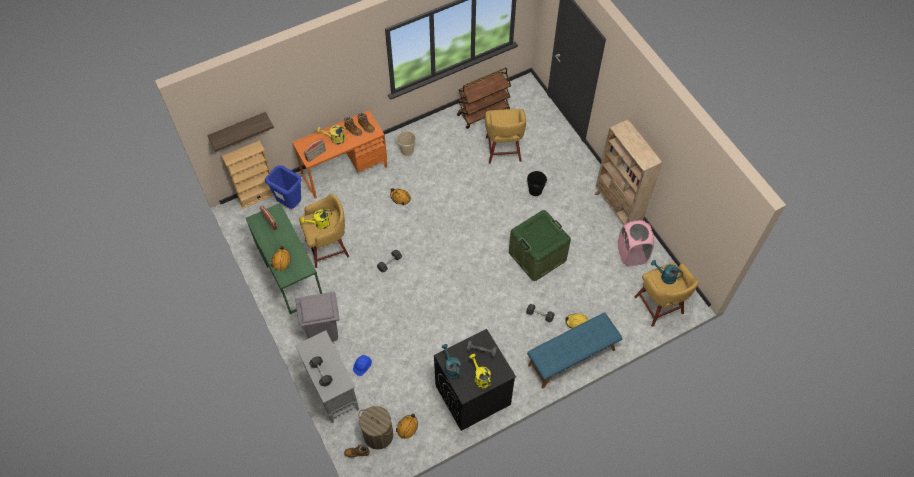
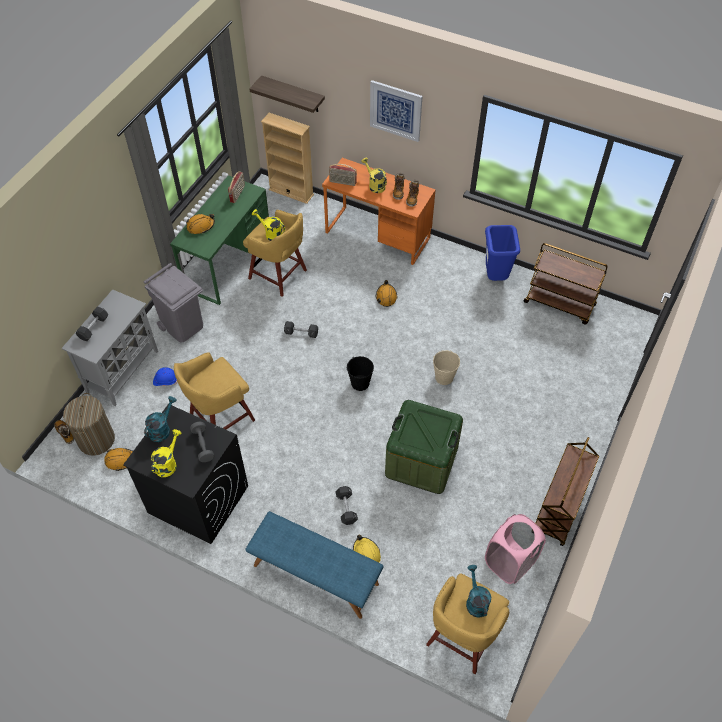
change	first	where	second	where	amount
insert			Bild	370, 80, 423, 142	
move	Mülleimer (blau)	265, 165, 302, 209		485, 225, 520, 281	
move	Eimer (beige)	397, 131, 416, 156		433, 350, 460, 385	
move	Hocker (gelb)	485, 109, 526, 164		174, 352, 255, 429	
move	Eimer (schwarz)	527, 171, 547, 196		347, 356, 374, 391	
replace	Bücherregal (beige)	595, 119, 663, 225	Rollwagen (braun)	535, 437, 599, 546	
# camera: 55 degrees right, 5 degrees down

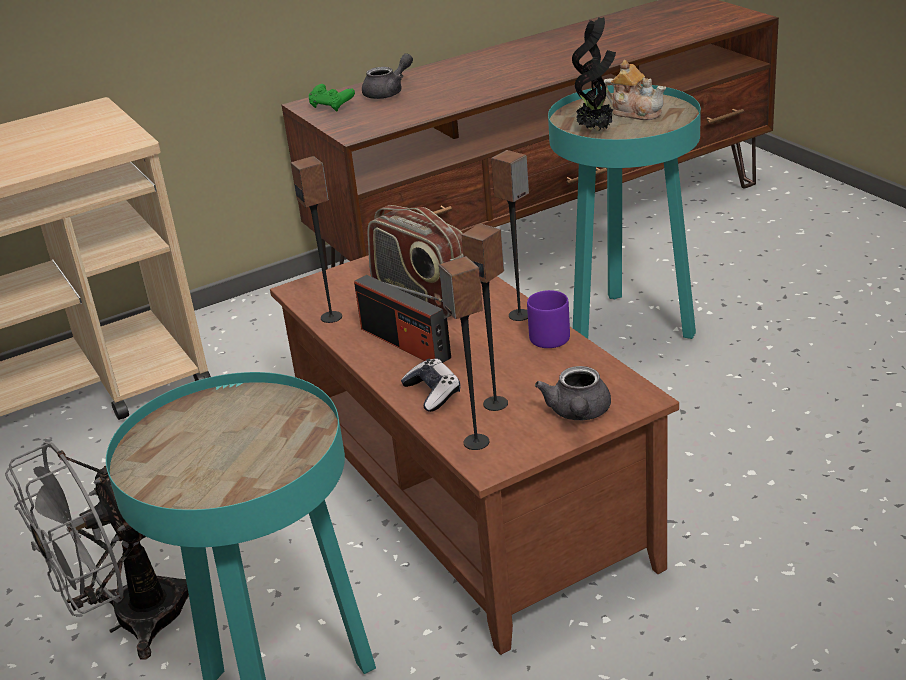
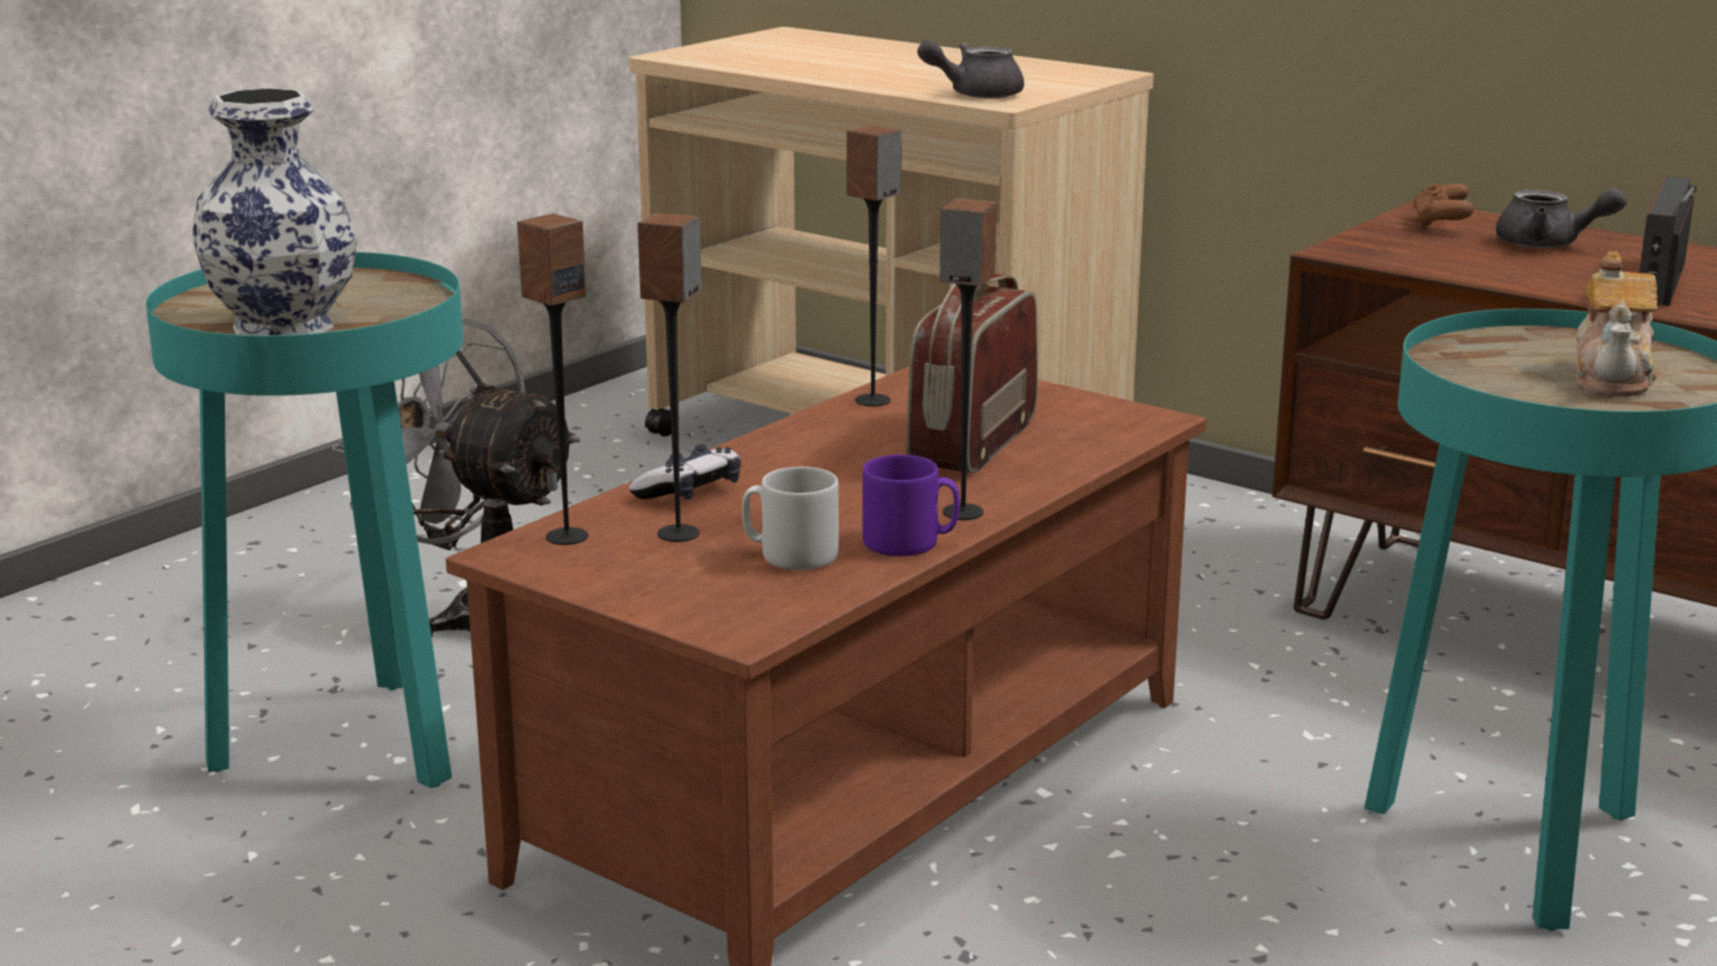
change	first	where	second	where	amount
delete	Topfpflanze	572, 17, 616, 131			
insert			Vase	192, 88, 357, 336	
insert			Henkelbecher (grau)	742, 467, 839, 570	
move	Radio	354, 275, 451, 363		1639, 176, 1696, 306	
move	Teekanne (grau)	535, 366, 611, 420		917, 39, 1024, 99	
recolor	Gamepad (grün)	309, 84, 355, 111	Gamepad (braun)	1413, 183, 1474, 230	
# camera: 65 degrees right, 10 degrees down

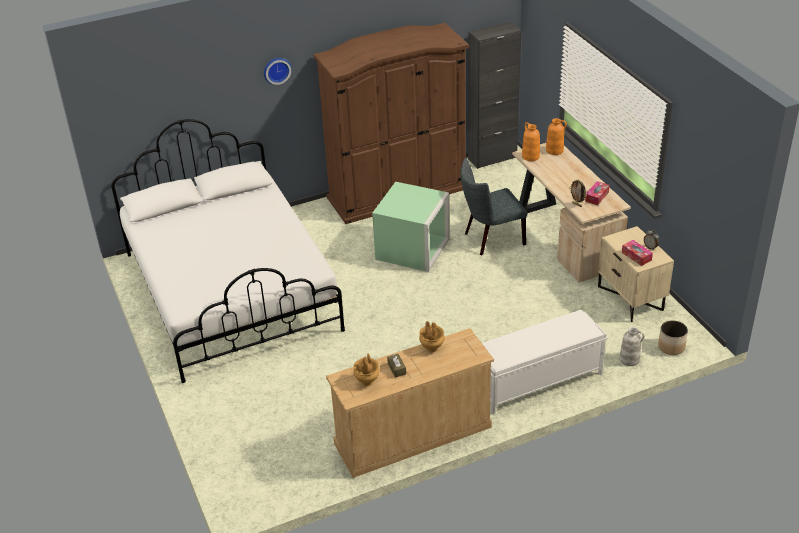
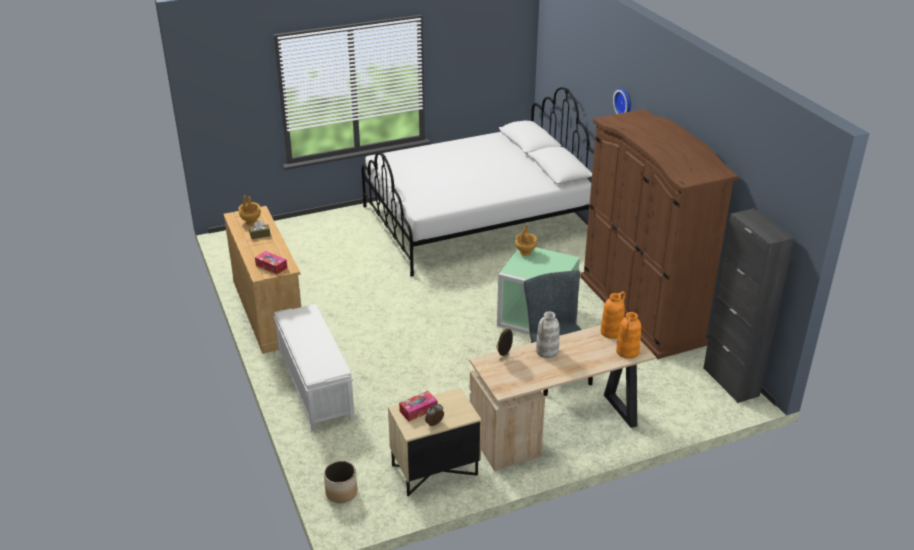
change	first	where	second	where	amount
move	Vase (braun)	419, 321, 445, 352		515, 225, 537, 256	
move	Taschentuchbox	585, 181, 610, 205		255, 251, 287, 274	
move	Vase (weiß)	620, 327, 644, 366		536, 311, 559, 358	
# camera: 90 degrees right, 5 degrees down

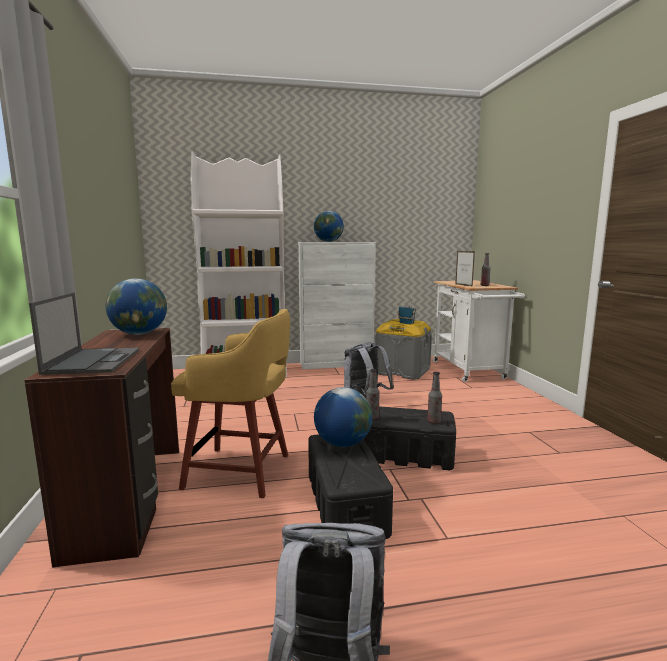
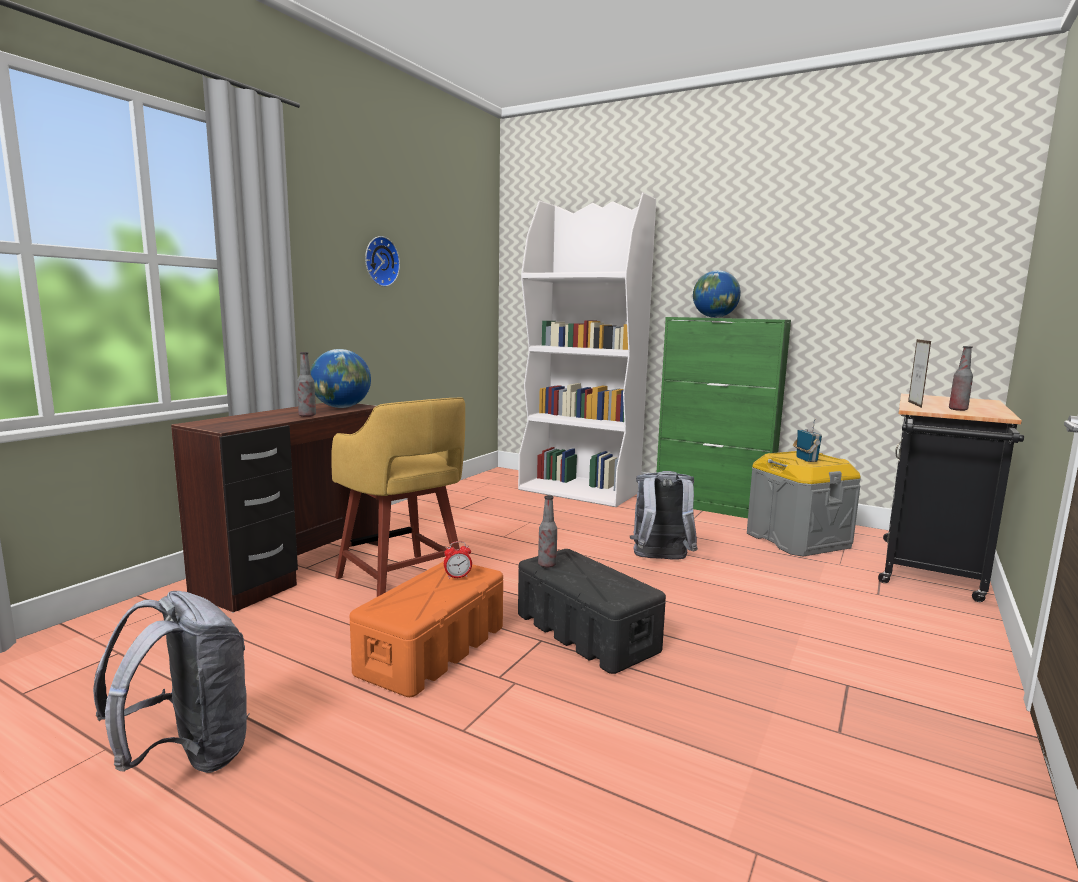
change	first	where	second	where	amount
delete	Laptop	29, 292, 139, 375			
insert			Wanduhr	365, 236, 400, 287	
move	Flasche	427, 372, 442, 424		297, 352, 316, 417	
replace	Globus	314, 387, 373, 447	Wecker	444, 541, 472, 579	
recolor	Schrank (weiß)	298, 242, 376, 369	Schrank (grün)	656, 317, 791, 518	
recolor	Aufbewahrungsbox (schwarz)	308, 434, 393, 539	Aufbewahrungsbox (orange)	350, 561, 503, 697	
recolor	Rollwagen (weiß)	433, 280, 525, 382	Rollwagen (schwarz)	878, 394, 1024, 602	
# camera: 40 degrees right, 0 degrees up

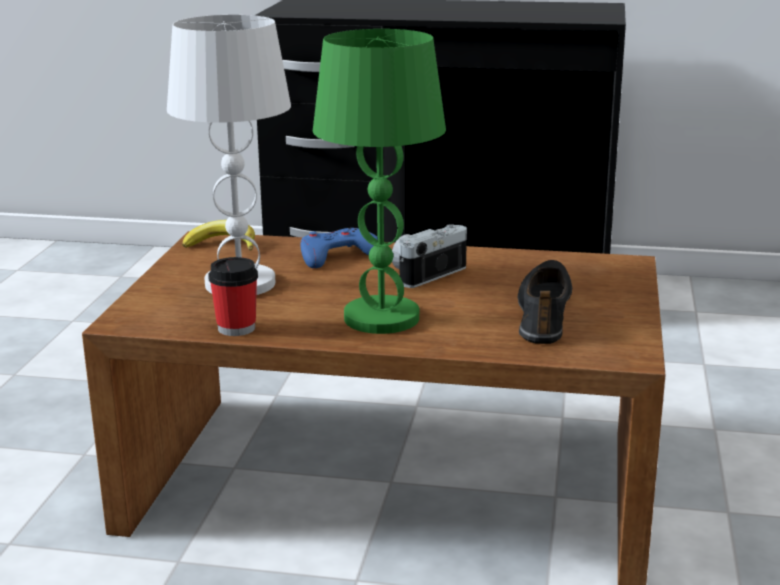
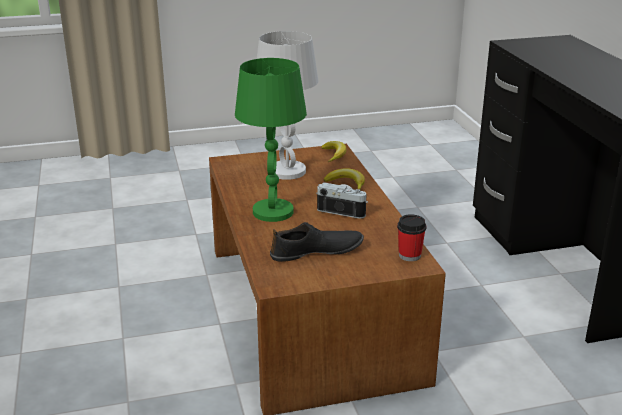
change	first	where	second	where	amount
move	Tasse	208, 257, 258, 336		397, 214, 426, 261	
replace	Gamepad (blau)	300, 228, 378, 268	Banane	324, 168, 365, 190	
# camera: 65 degrees right, 5 degrees up

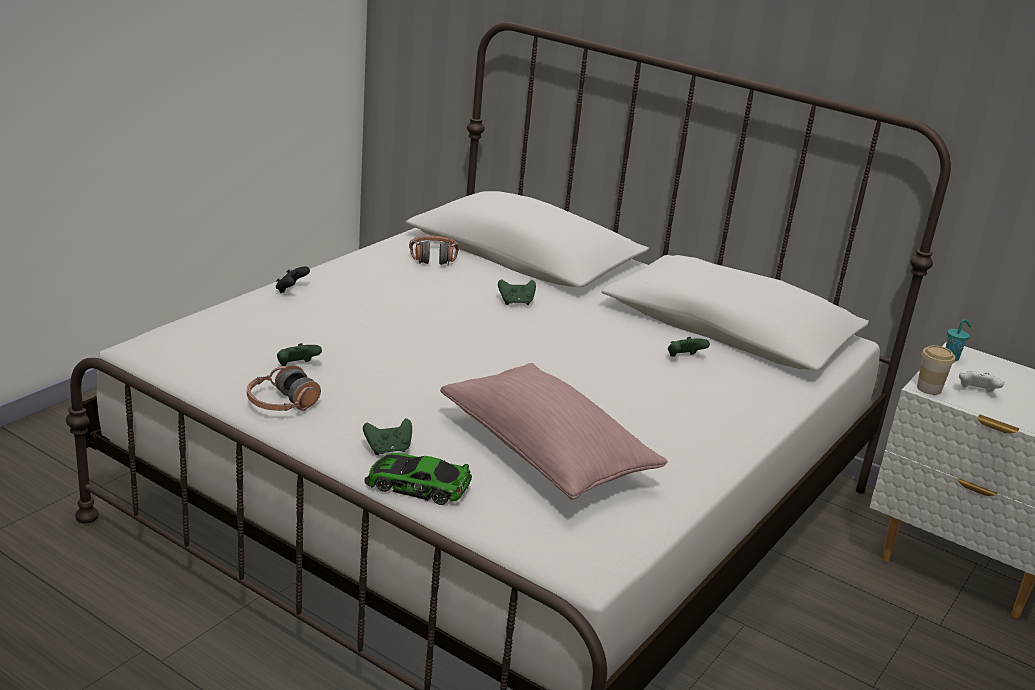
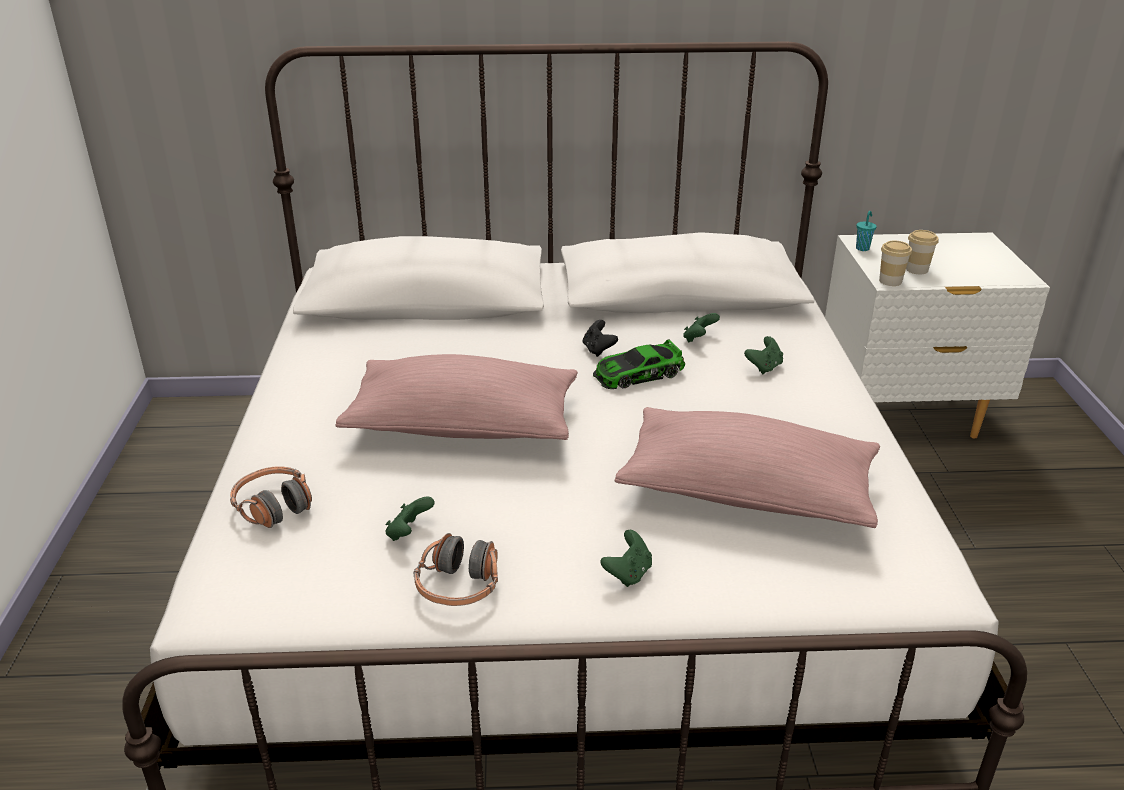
change	first	where	second	where	amount
insert			Kissen (rosa)	336, 354, 578, 440	
move	Gamepad (schwarz)	276, 266, 310, 293		583, 320, 618, 357	
move	Spielzeugauto	365, 453, 472, 505		593, 339, 685, 389	
move	Kopfhörer	409, 236, 459, 265		230, 466, 312, 528	
move	Gamepad (grün)	498, 279, 536, 305		744, 336, 783, 374	
replace	Gamepad (weiß)	959, 371, 1004, 392	Tasse	906, 230, 939, 274	
# camera: 35 degrees left, 5 degrees up

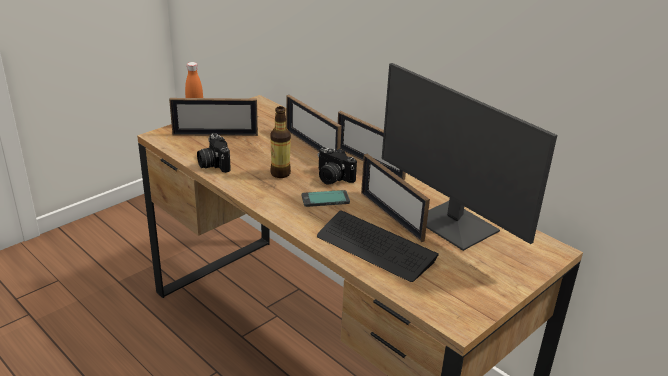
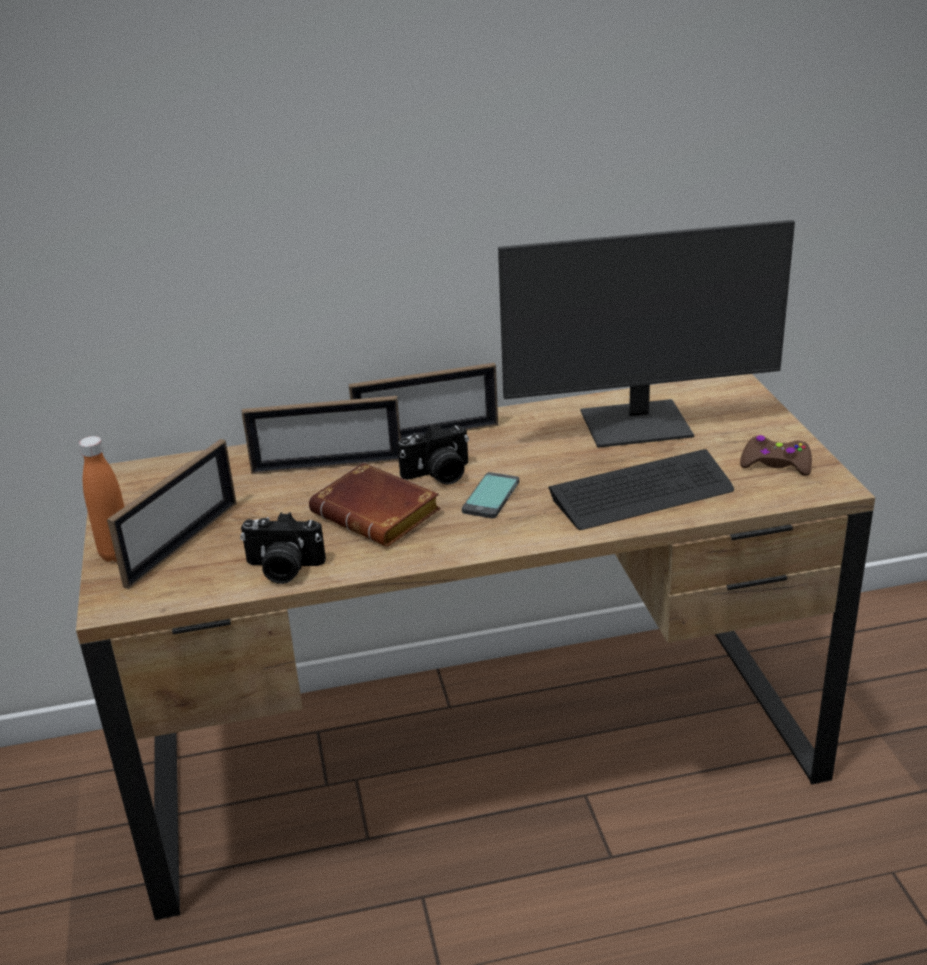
change	first	where	second	where	amount
delete	Bilderrahmen	361, 154, 430, 242			
insert			Gamepad (braun)	740, 435, 812, 476	
replace	Flasche	270, 106, 291, 178	Buch (braun)	309, 462, 441, 547	
# camera: 55 degrees left, 0 degrees up

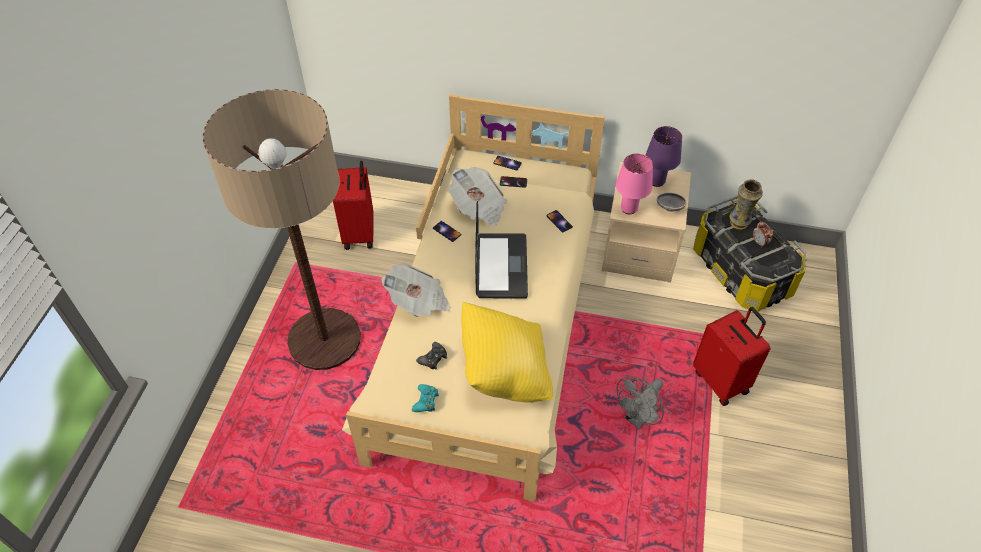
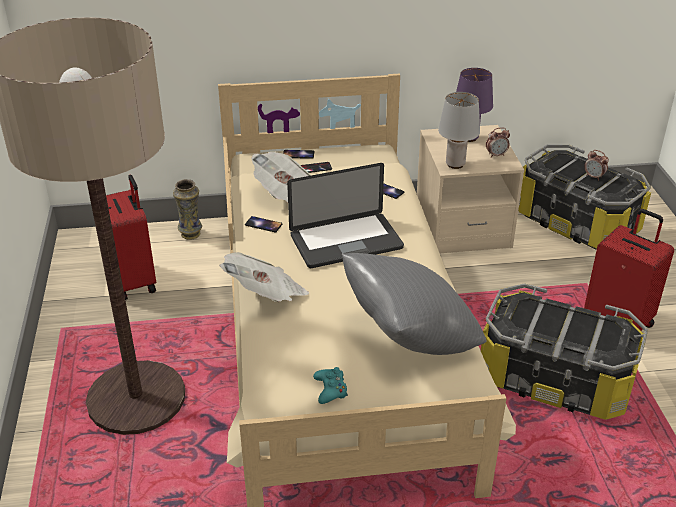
change	first	where	second	where	amount
delete	Gamepad (schwarz)	416, 342, 447, 370			
move	Vase	730, 179, 763, 230		173, 179, 202, 240	
replace	Ventilator (grau)	617, 376, 664, 429	Aufbewahrungsbox	481, 284, 648, 420	
replace	Schüssel (grau)	657, 193, 687, 212	Wecker	486, 127, 510, 158	
recolor	Kissen (gelb)	461, 301, 553, 403	Kissen (grau)	342, 253, 487, 355	
recolor	Tischlampe (rosa)	616, 154, 653, 214	Tischlampe (grau)	438, 92, 480, 169	
rotate	Laptop	475, 201, 528, 299		287, 163, 404, 268	90 degrees clockwise
# camera: 20 degrees left, 15 degrees down

